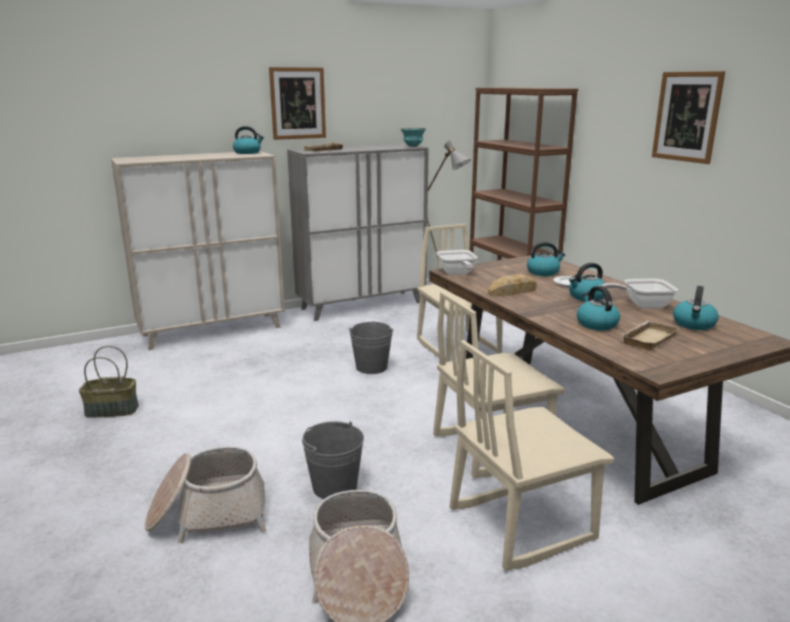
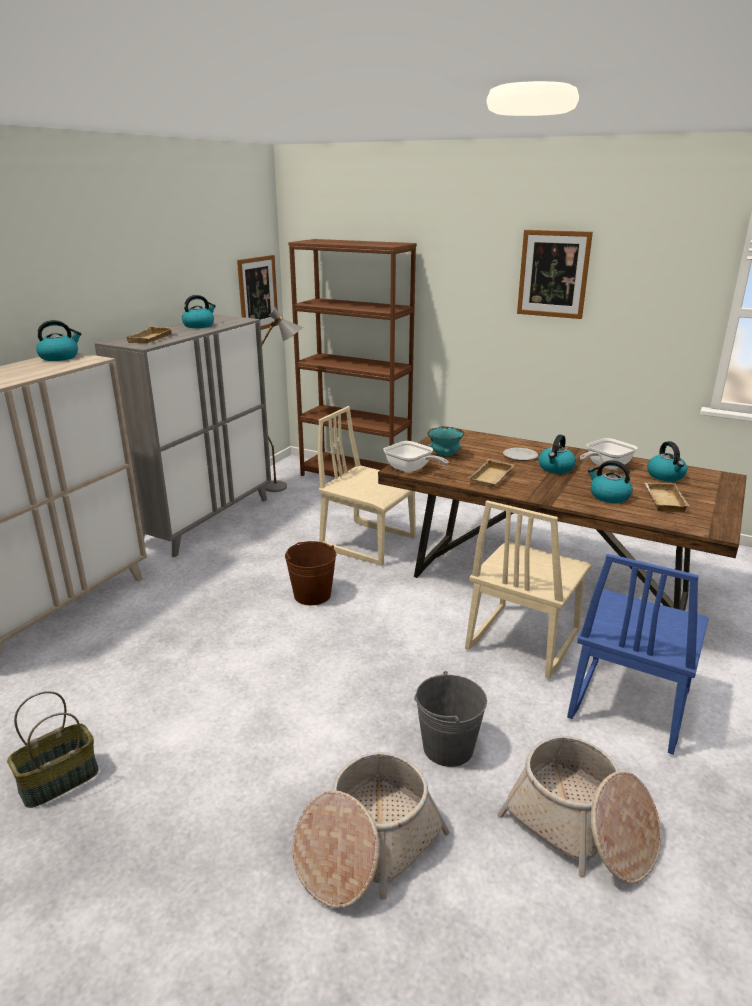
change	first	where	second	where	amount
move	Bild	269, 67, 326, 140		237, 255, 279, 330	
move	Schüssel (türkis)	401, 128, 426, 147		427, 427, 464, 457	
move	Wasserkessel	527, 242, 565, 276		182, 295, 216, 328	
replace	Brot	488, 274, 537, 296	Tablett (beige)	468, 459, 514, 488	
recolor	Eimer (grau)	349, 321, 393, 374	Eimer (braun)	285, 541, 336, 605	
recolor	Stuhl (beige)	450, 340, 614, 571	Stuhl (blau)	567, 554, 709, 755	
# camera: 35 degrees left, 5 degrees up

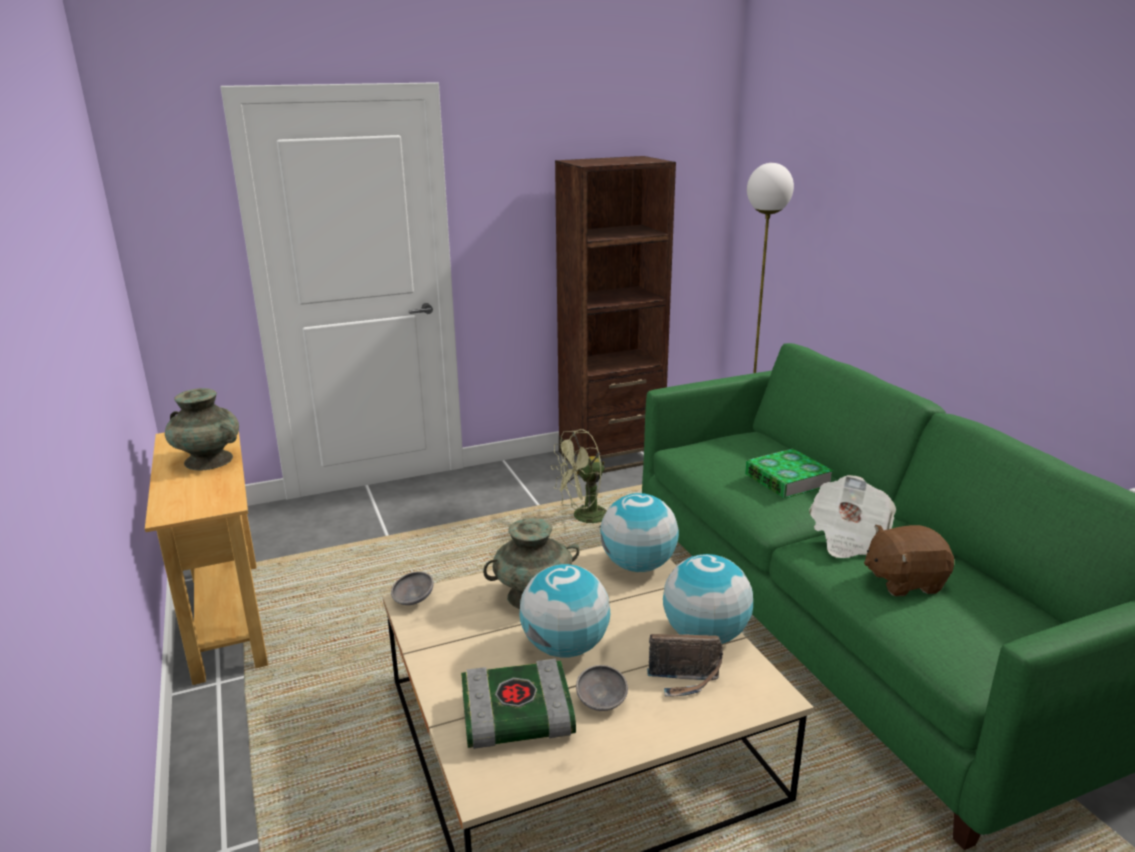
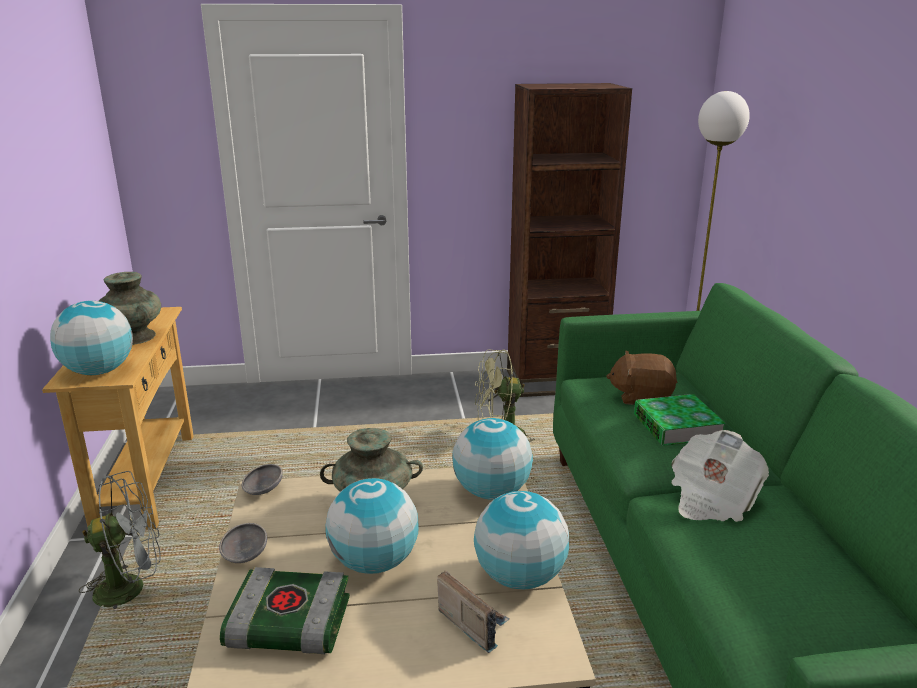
change	first	where	second	where	amount
insert			Globus	50, 301, 133, 375	
insert			Ventilator (grau)	79, 471, 161, 609	
move	Schüssel (grau)	576, 665, 628, 711		219, 523, 267, 563	
move	Plüschtier (braun)	864, 525, 954, 596		606, 351, 677, 405	
rotate	Radio	647, 634, 723, 697		437, 570, 510, 653	150 degrees counterclockwise
# camera: 15 degrees right, 0 degrees up

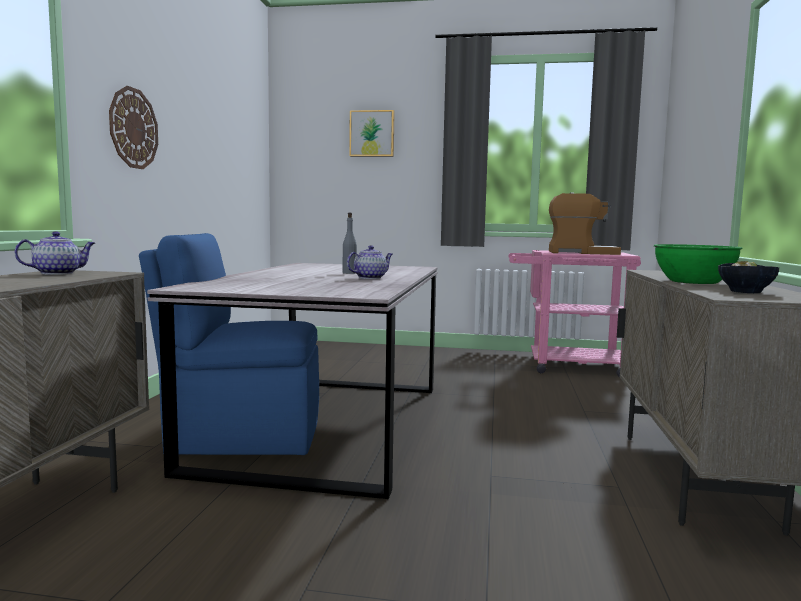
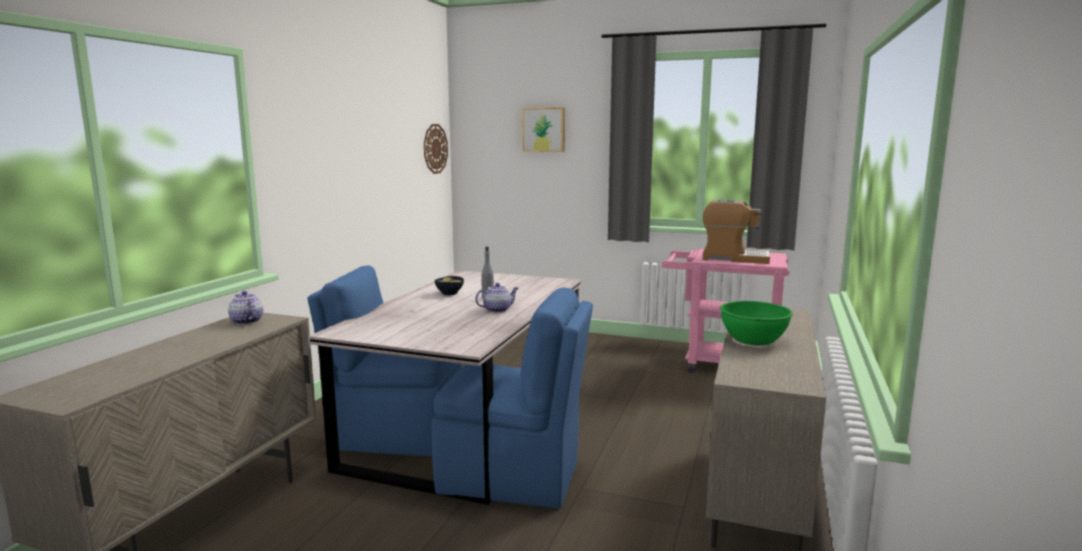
change	first	where	second	where	amount
insert			Stuhl (blau)	432, 287, 593, 509	
move	Wanduhr	109, 86, 158, 169		424, 124, 448, 174	
move	Schüssel	718, 261, 779, 293		435, 276, 464, 295	
rotate	Teekanne	14, 231, 95, 275		228, 291, 263, 325	105 degrees counterclockwise
# camera: 10 degrees right, 5 degrees up

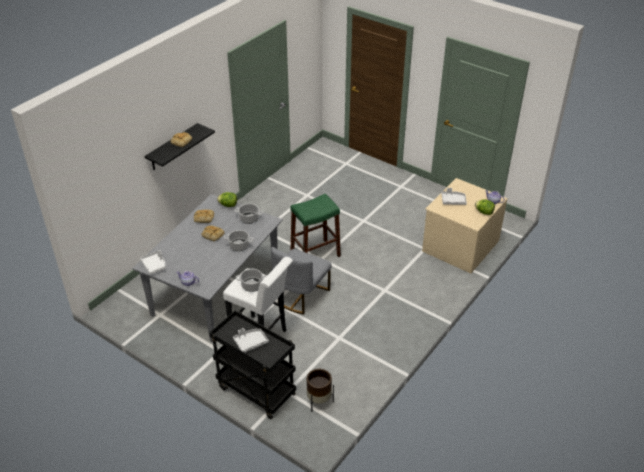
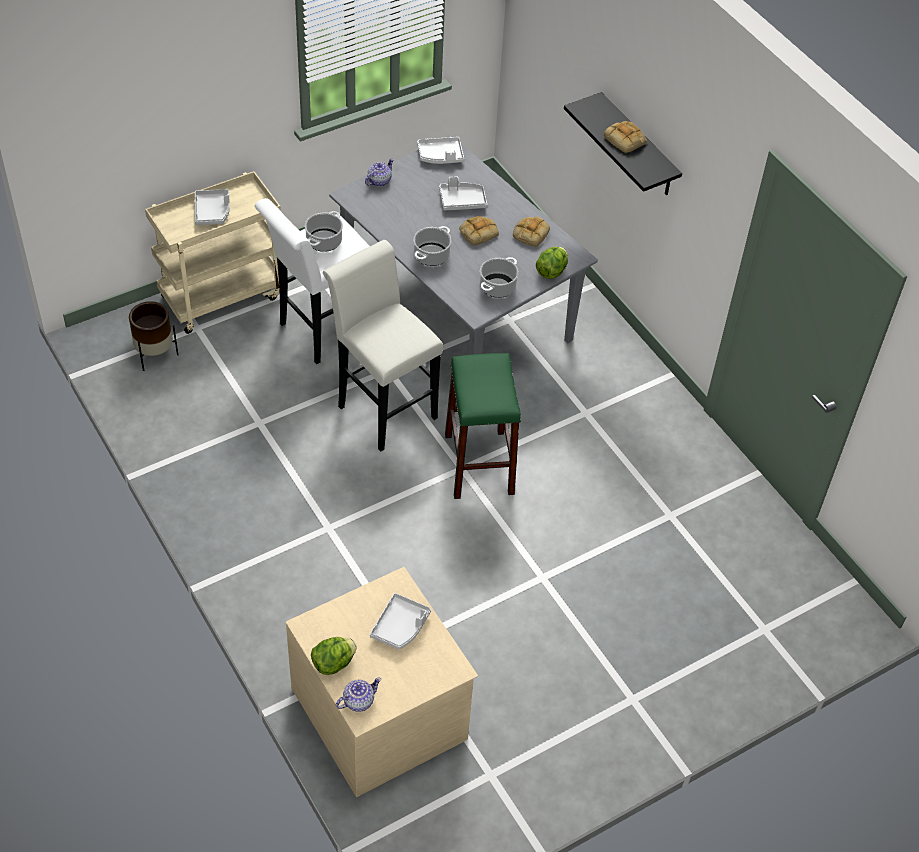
change	first	where	second	where	amount
insert			Tablett (grau)	439, 176, 487, 210	
replace	Stuhl (grau)	271, 247, 332, 315	Hocker (weiß)	323, 240, 443, 452	
recolor	Rollwagen (schwarz)	210, 310, 296, 420	Rollwagen (beige)	145, 171, 281, 334	
# camera: 110 degrees right, 10 degrees up

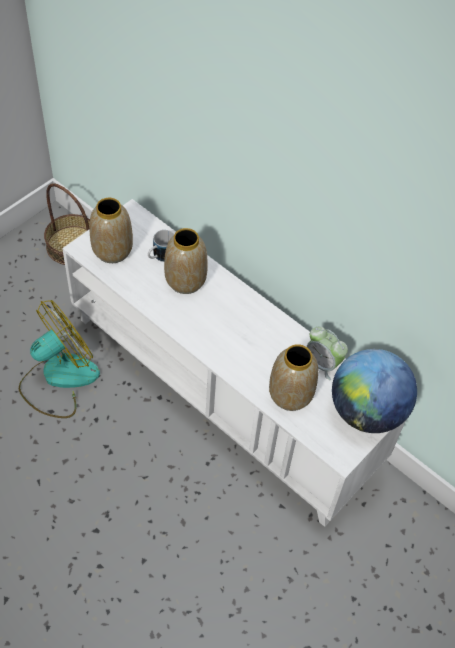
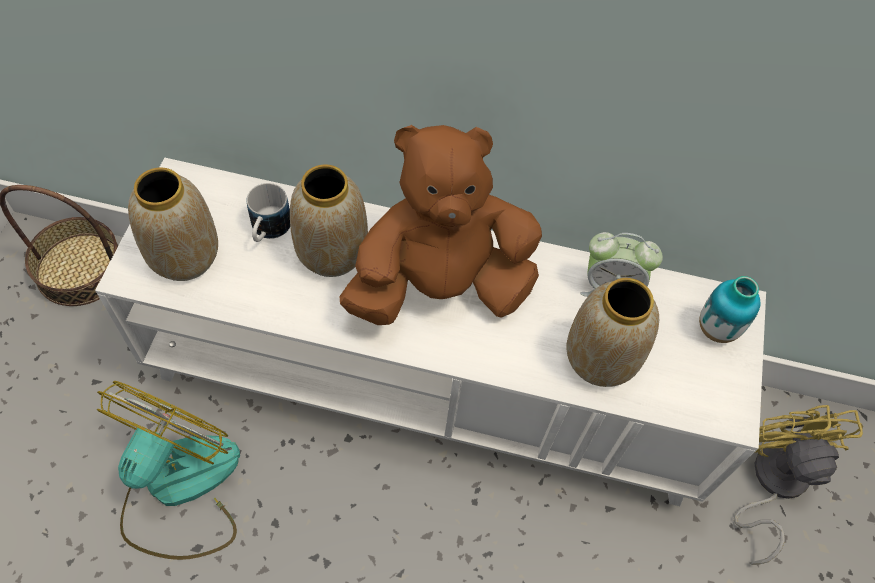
change	first	where	second	where	amount
insert			Plüschtier (braun)	339, 125, 542, 325	
insert			Ventilator (gelb)	734, 405, 863, 565	
replace	Globus	332, 349, 417, 433	Vase	699, 276, 761, 343	
# camera: 30 degrees left, 5 degrees up

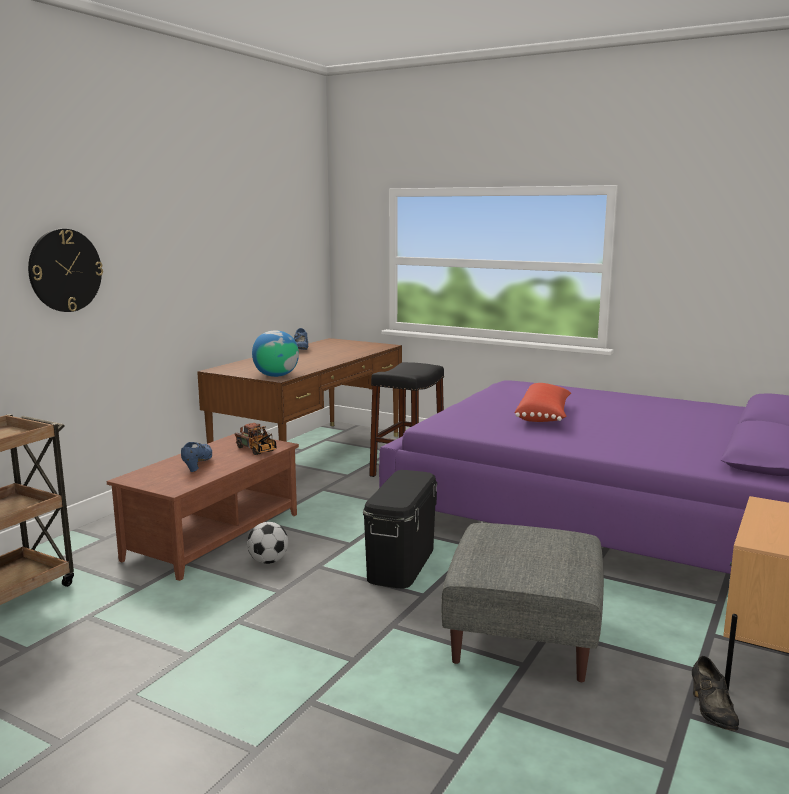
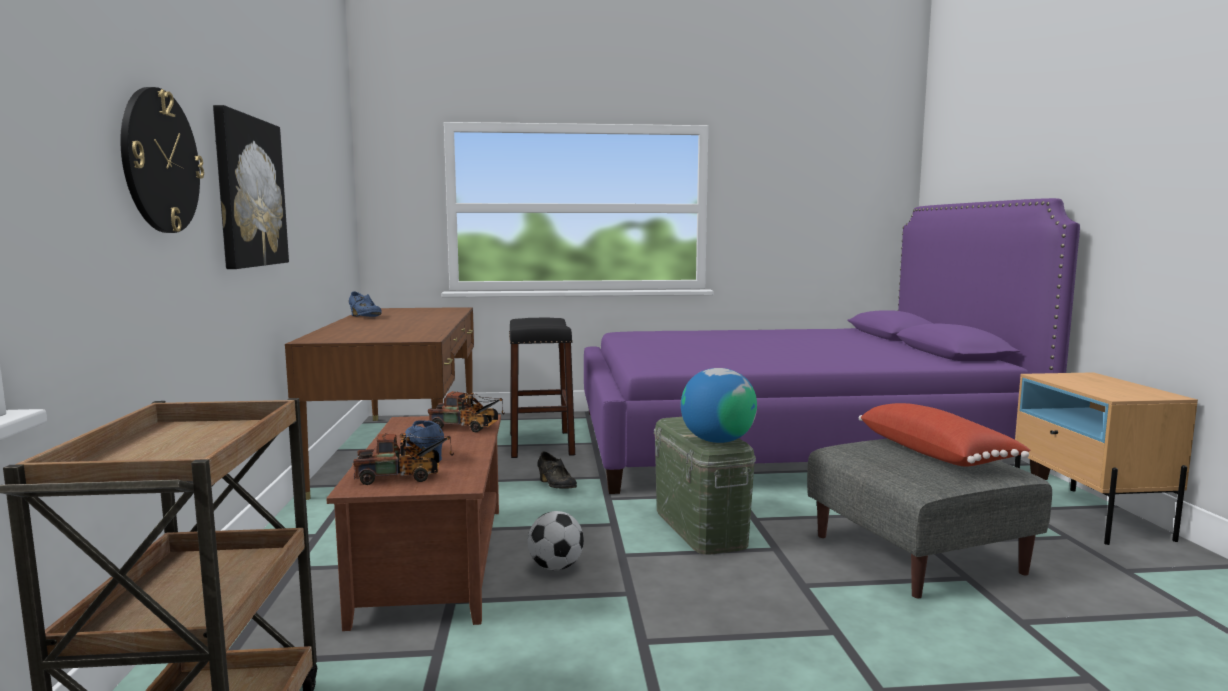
change	first	where	second	where	amount
insert			Bild	213, 105, 289, 269	
insert			Spielzeuglaster	352, 433, 454, 485	
move	Globus	252, 330, 299, 377		681, 368, 757, 443	
move	Kissen (rot)	514, 383, 571, 422		859, 403, 1030, 467	
move	Schuh (schwarz)	692, 656, 739, 731		537, 451, 577, 489	
recolor	Aufbewahrungsbox (schwarz)	363, 470, 437, 589	Aufbewahrungsbox (grün)	654, 417, 756, 555	
# camera: 35 degrees left, 5 degrees down

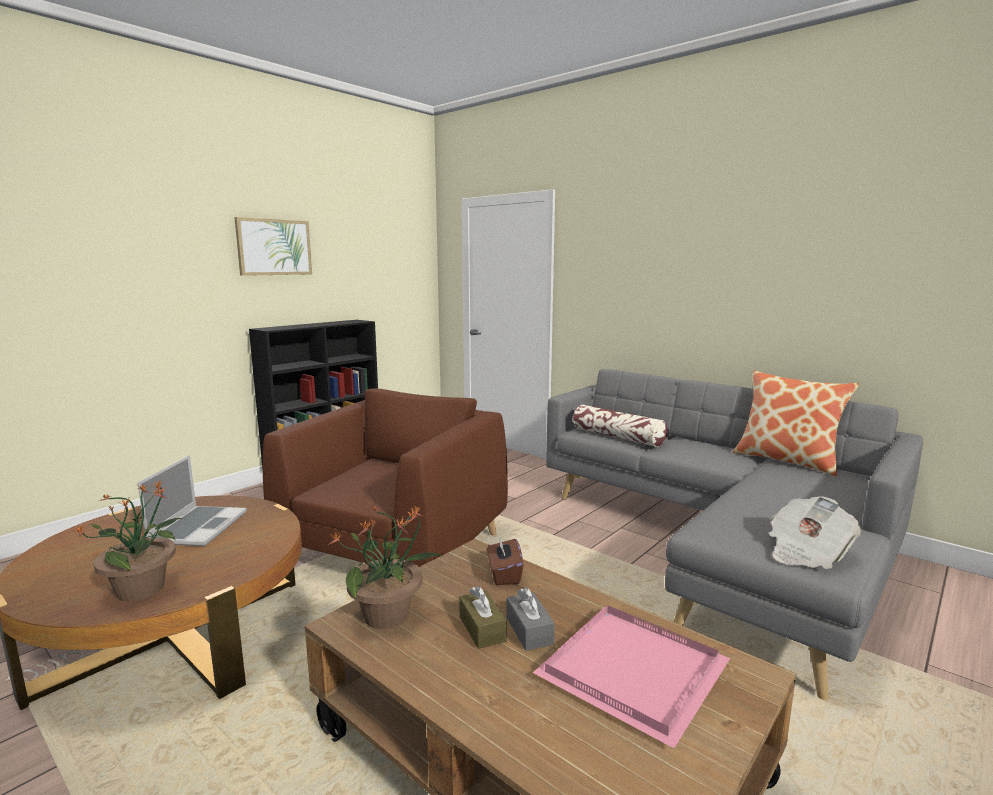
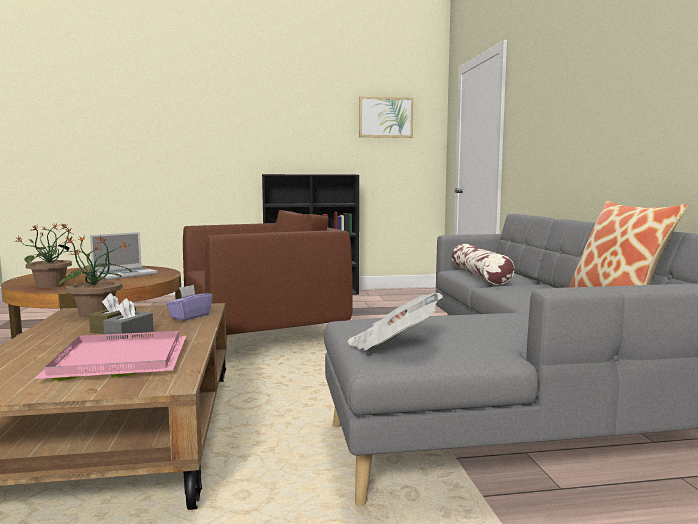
change	first	where	second	where	amount
move	Bild	234, 217, 312, 276		359, 96, 413, 138	
recolor	Taschentuchbox (braun)	487, 536, 523, 585	Taschentuchbox (lila)	166, 285, 213, 321	
# camera: 40 degrees right, 5 degrees down

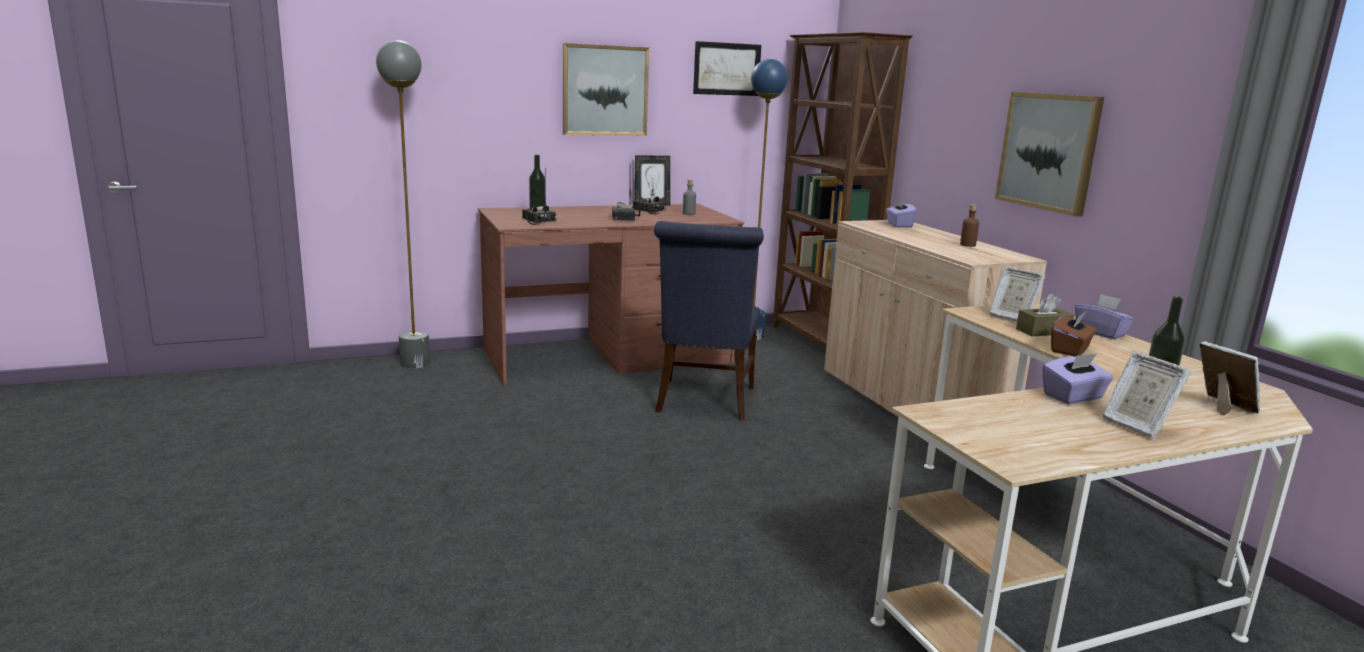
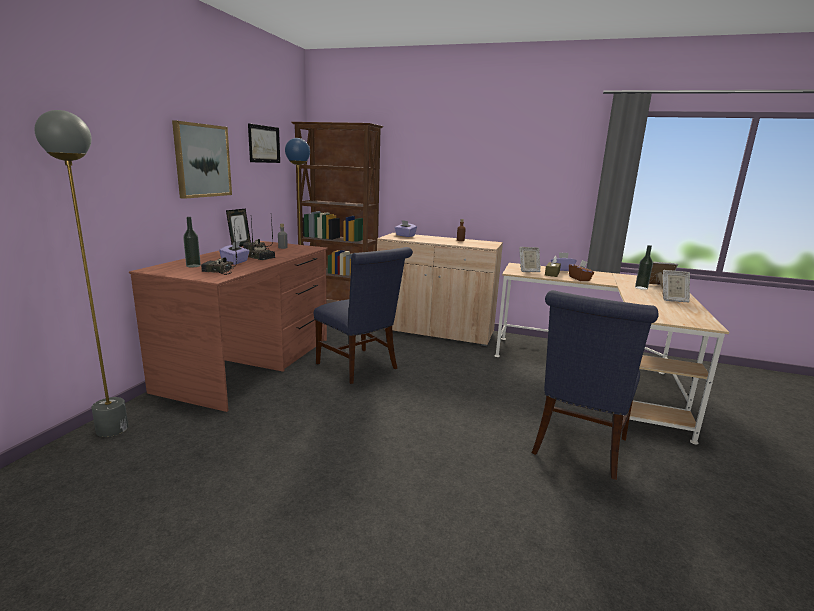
change	first	where	second	where	amount
delete	Bild	995, 92, 1104, 217			
insert			Stuhl (blau)	532, 290, 658, 480	
move	Taschentuchbox (lila)	1042, 353, 1113, 404		219, 241, 250, 265	
# camera: 50 degrees left, 0 degrees up

